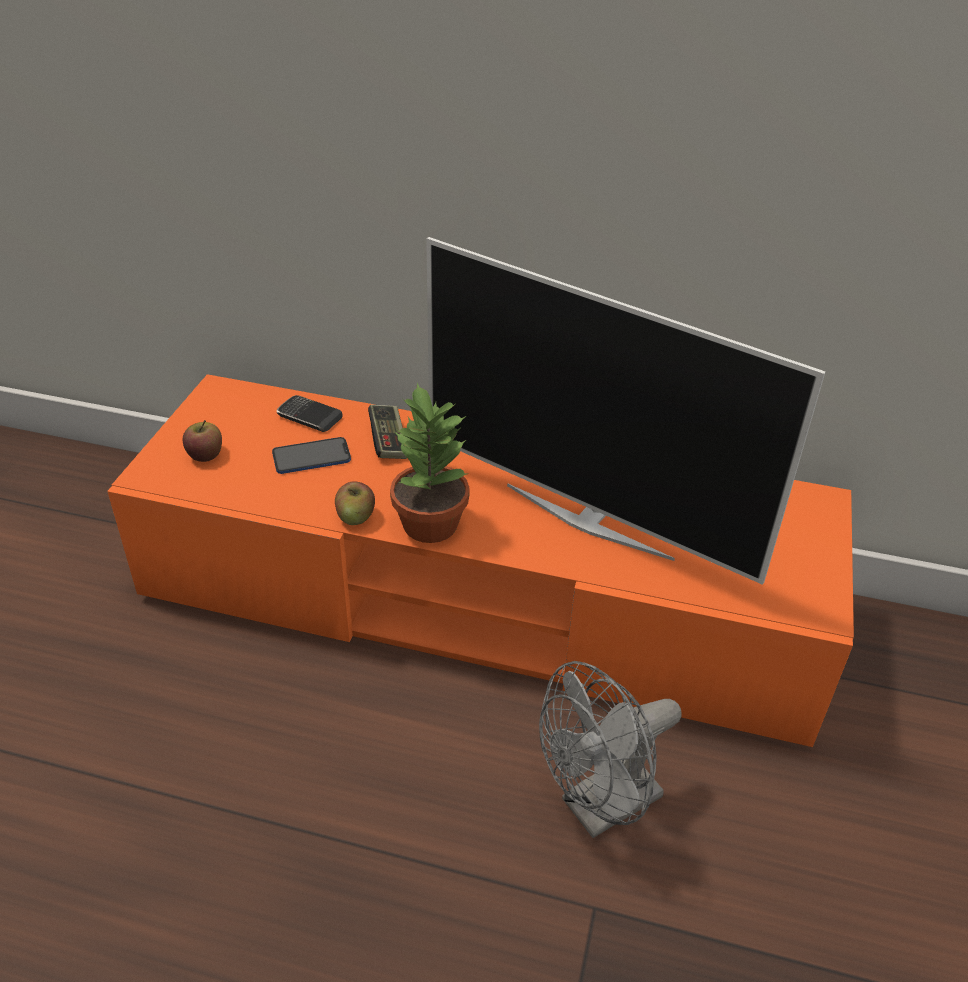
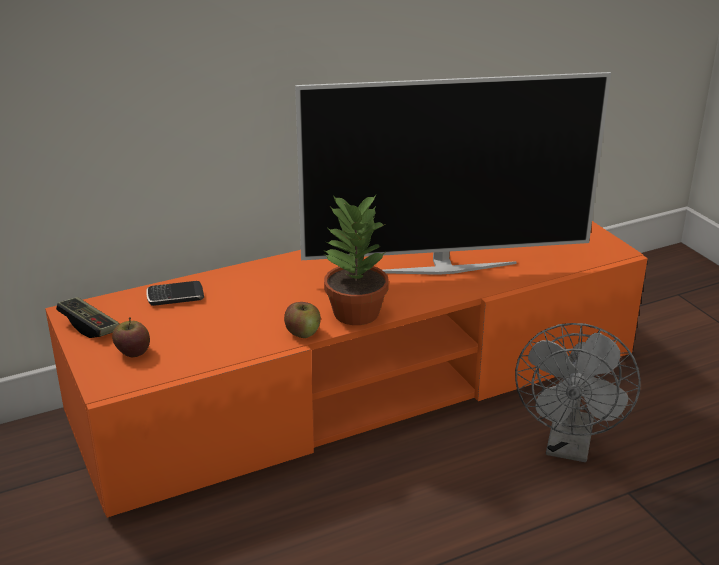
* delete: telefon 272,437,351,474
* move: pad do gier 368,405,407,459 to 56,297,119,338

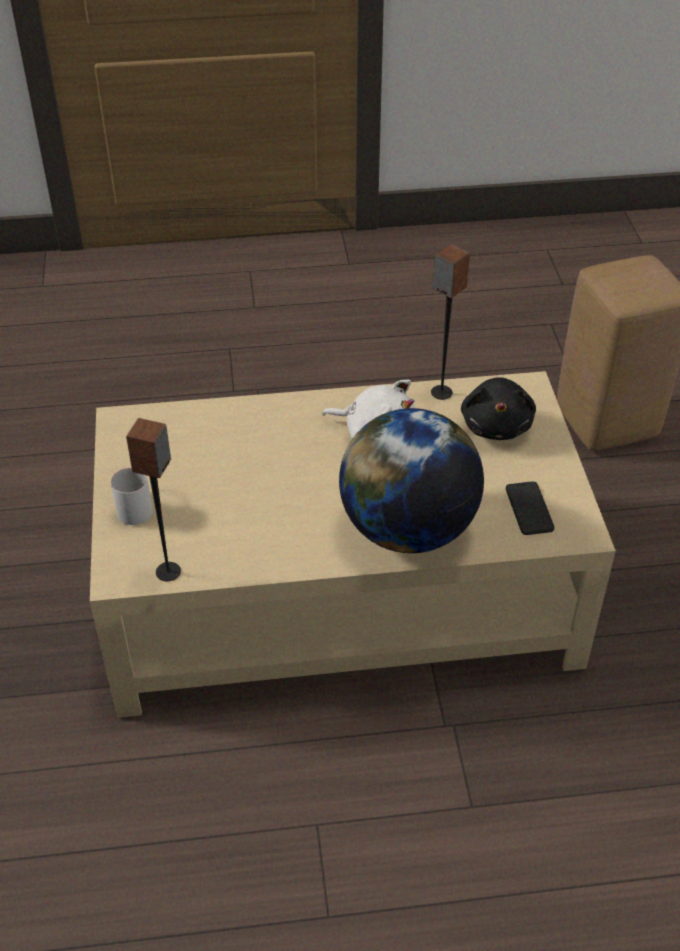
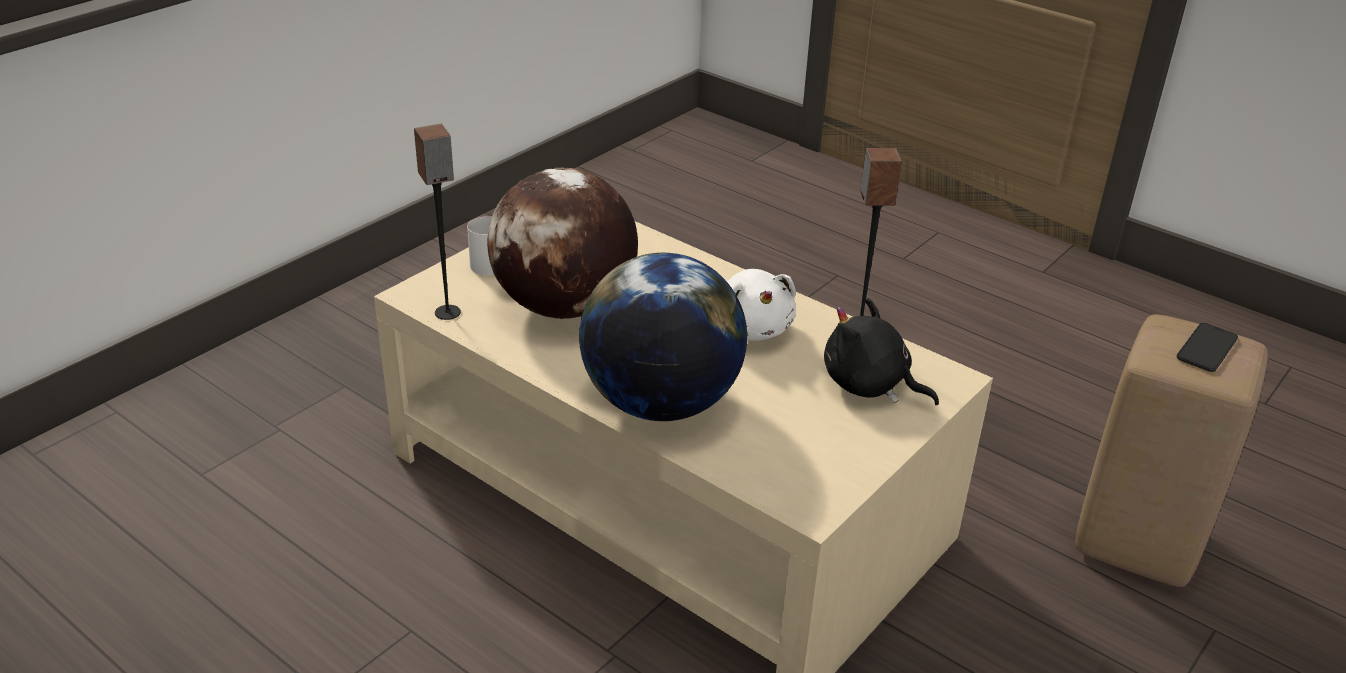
* insert: globus 487,167,638,319
* move: telefon 506,481,555,535 to 1176,323,1238,372
* rotate: pluszak/czarny 461,377,536,440 = 824,298,939,405 75 degrees clockwise

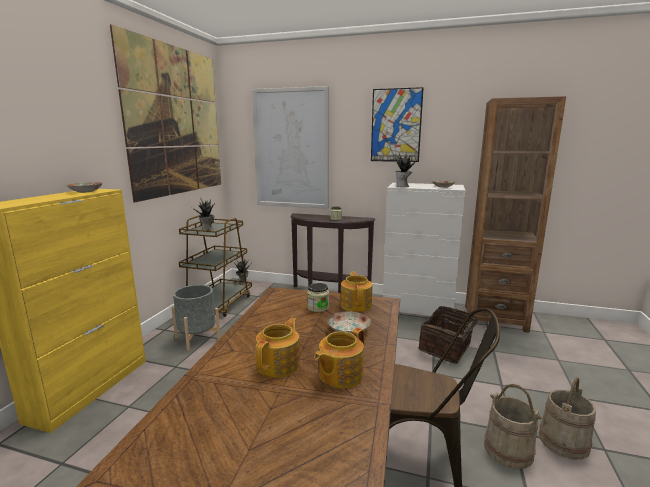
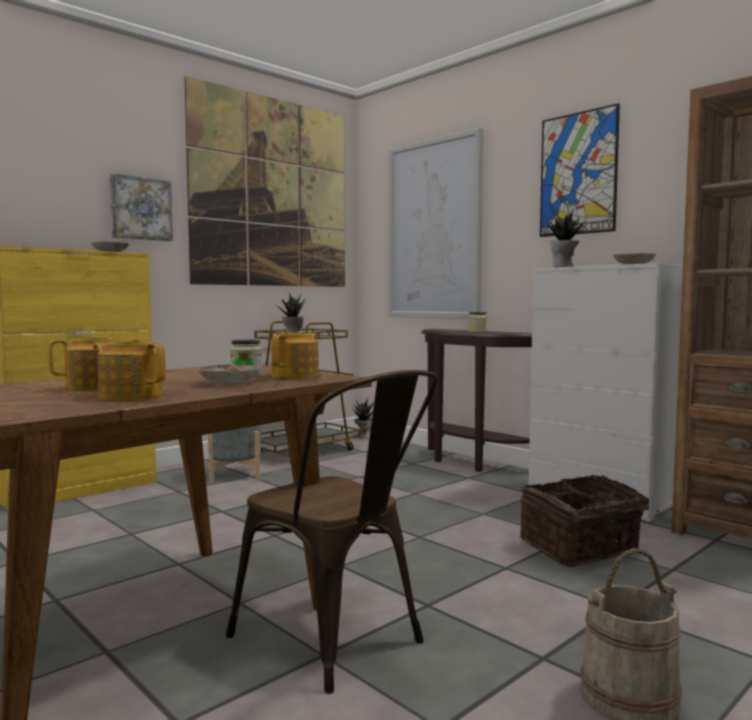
* delete: wiadro/beżowy 484,384,542,469
* insert: obraz 110,174,173,241
* rotate: imbryk 314,327,365,388 = 93,341,166,400 45 degrees clockwise

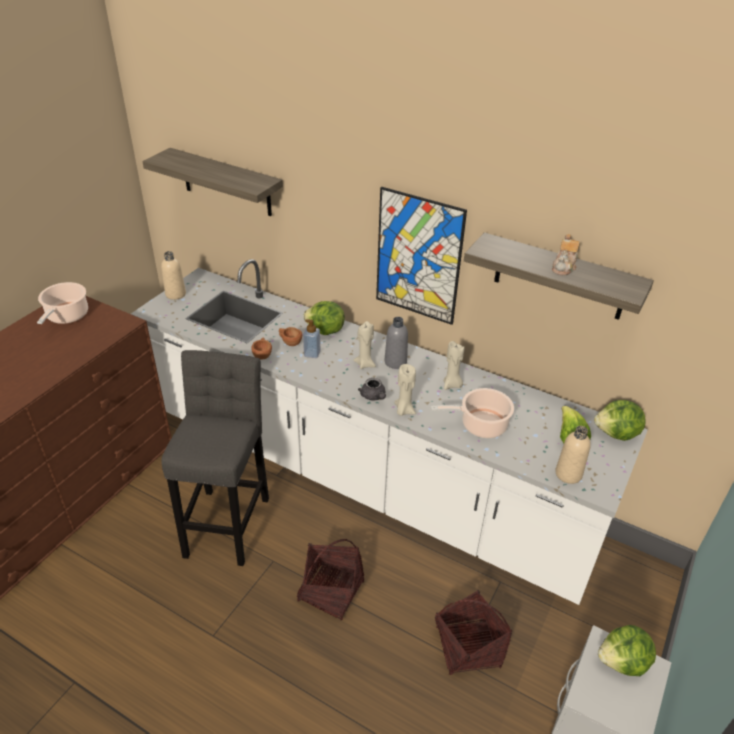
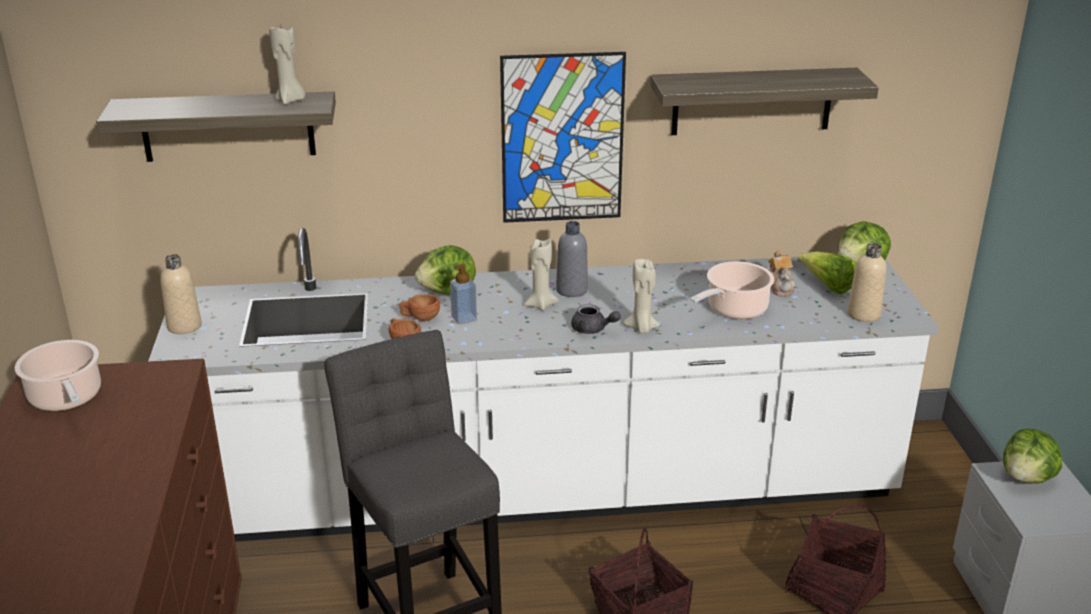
* move: świeca/beżowy 443,341,465,390 to 269,27,305,105
* move: imbryk 552,234,580,275 to 768,250,795,296

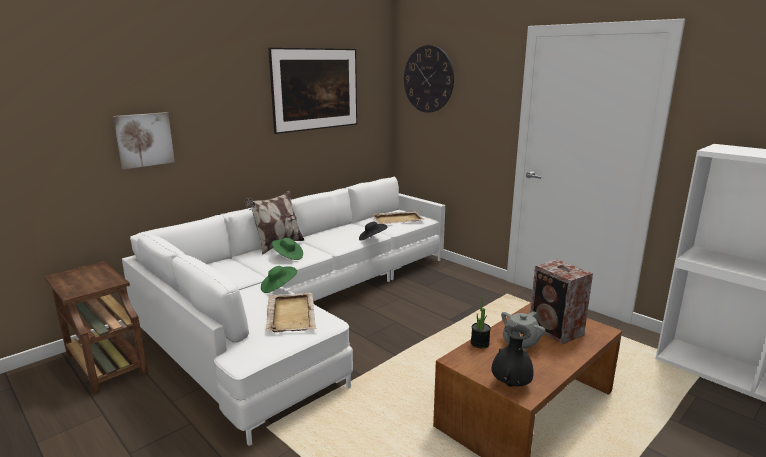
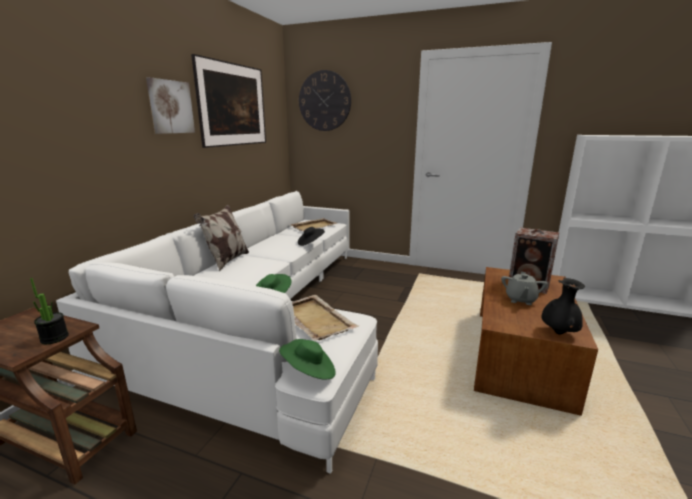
* move: obraz 113,112,175,169 to 146,77,195,134
* move: kapelusz/zielony 272,238,303,260 to 279,339,336,379
* move: roślina doniczkowa 471,296,491,348 to 30,278,69,344

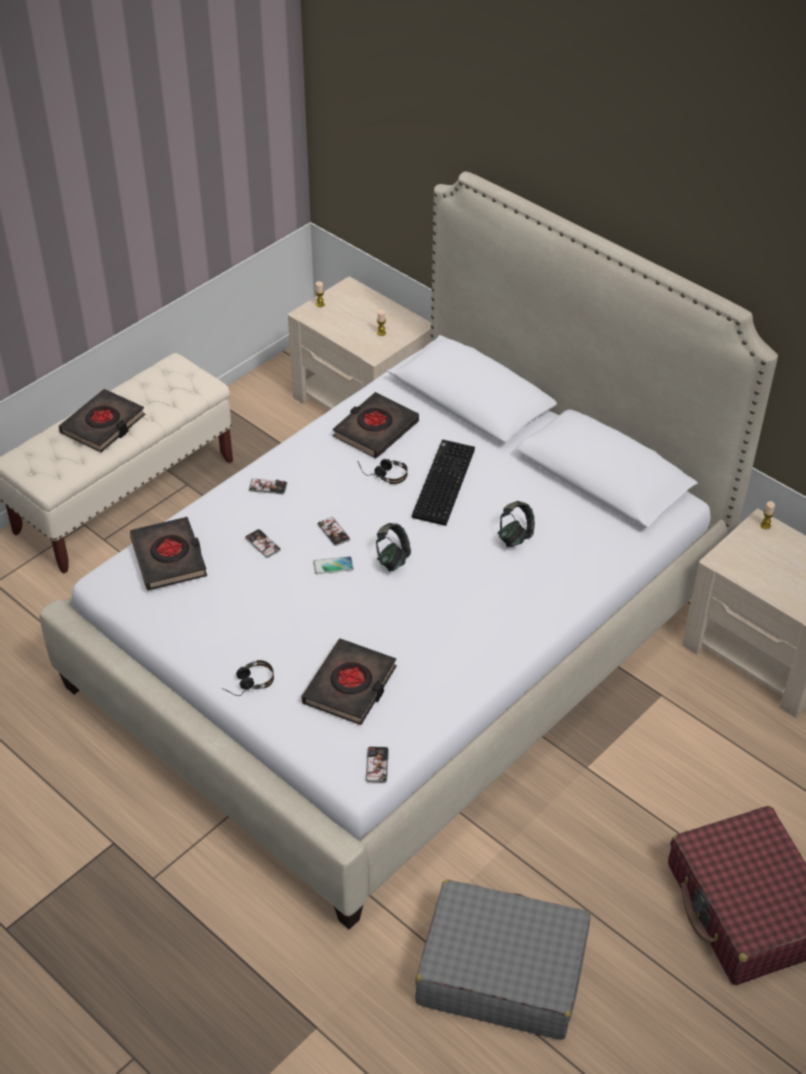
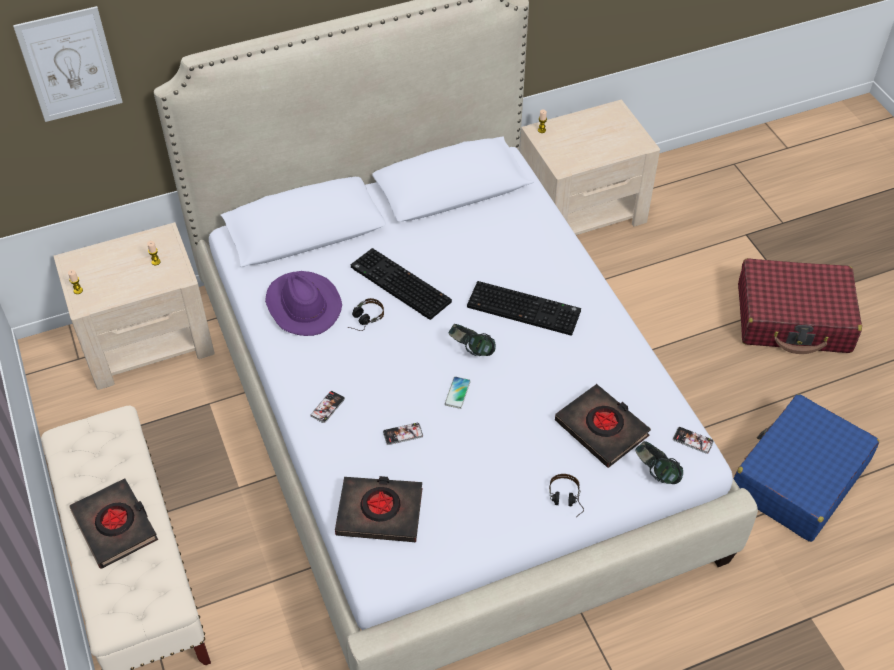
* delete: telefon 317,517,350,546
* insert: obraz 13,6,123,122
* insert: klawiatura 467,281,581,336
* move: słuchawki 498,501,535,547 to 636,441,683,484
* replace: książka/czarny 333,392,419,458 to kapelusz/fioletowy 265,271,342,336
* recolor: walizka/szary 415,880,590,1040 to walizka/niebieski 734,394,879,542

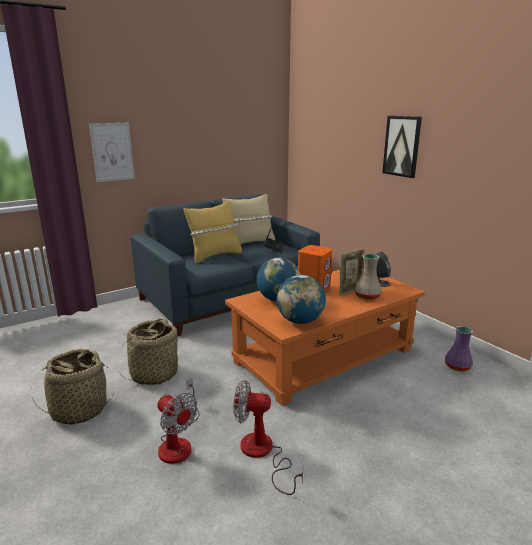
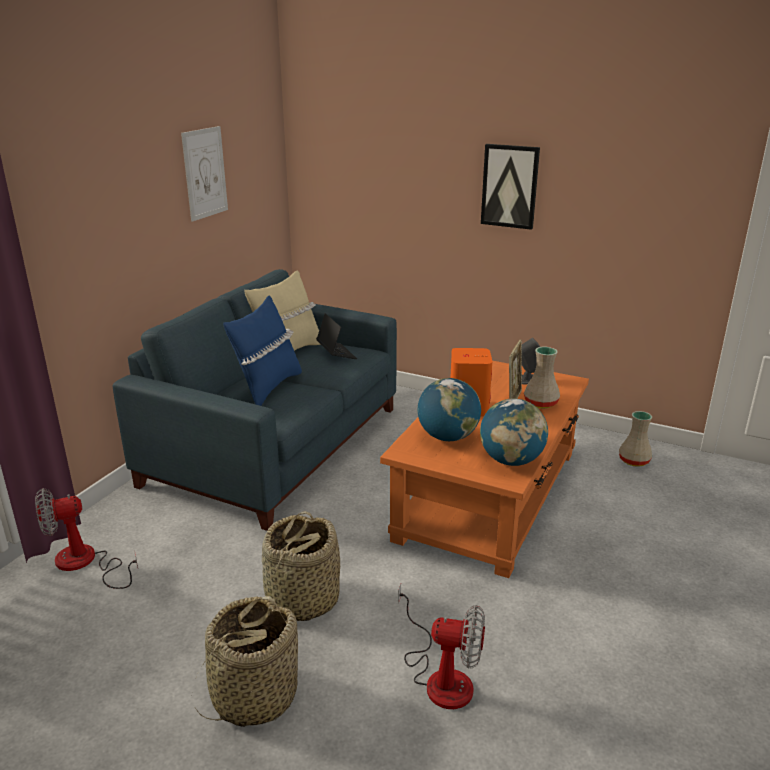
* move: obraz 89,123,135,182 to 181,126,228,221
* move: wentylator 234,380,303,495 to 35,488,138,589
* recolor: poduszka/żółty 183,201,242,264 to poduszka/niebieski 223,295,302,406
* recolor: wazon/fioletowy 445,326,473,372 to wazon/beżowy 619,411,652,467

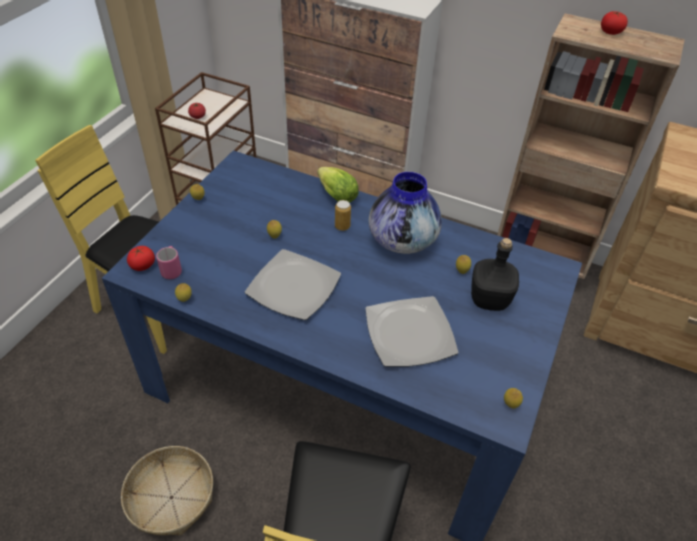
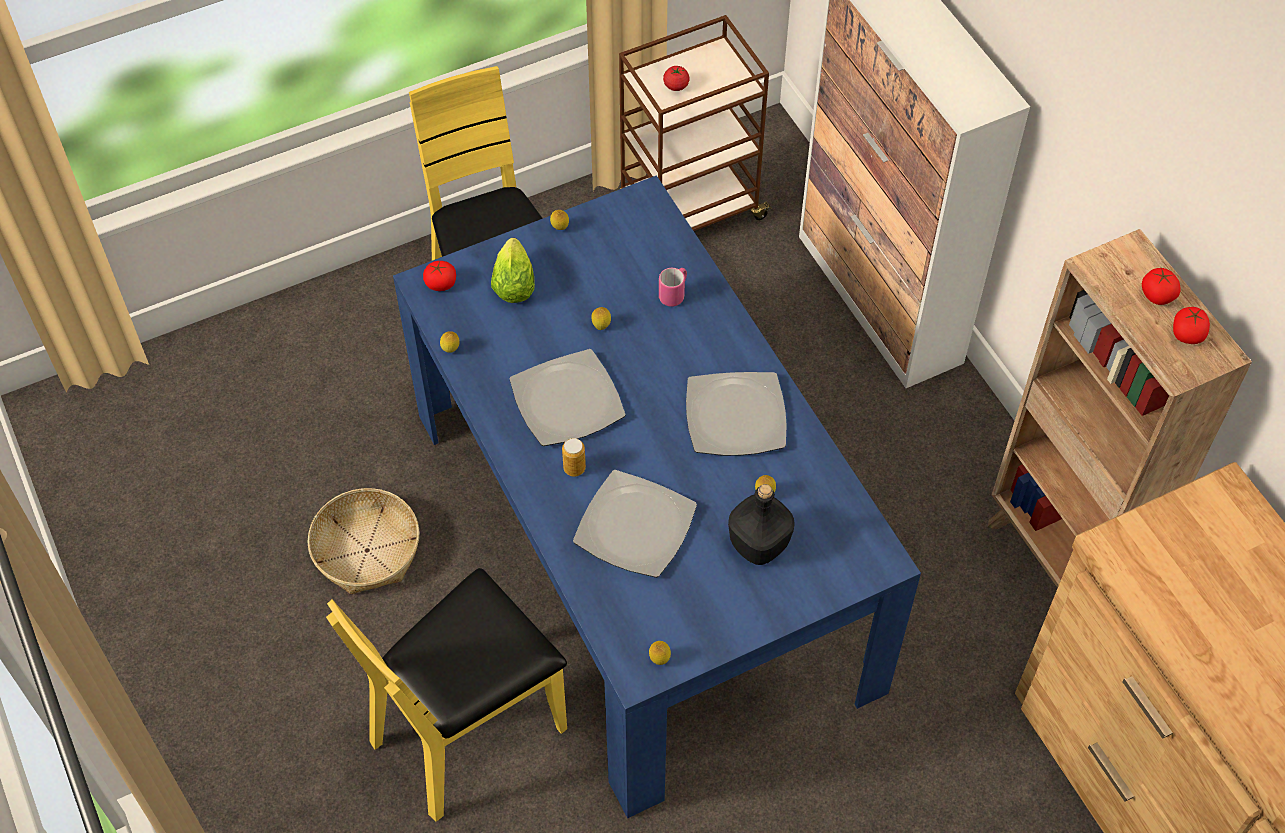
* insert: pomidor 1173,307,1210,344
* move: kubek/różowy 156,246,182,279 to 659,268,687,307
* move: sałata 317,167,359,203 to 491,238,535,303
* move: puszka 335,200,351,231 to 562,438,586,477
* replace: wazon 369,172,442,254 to talerz 686,372,787,456

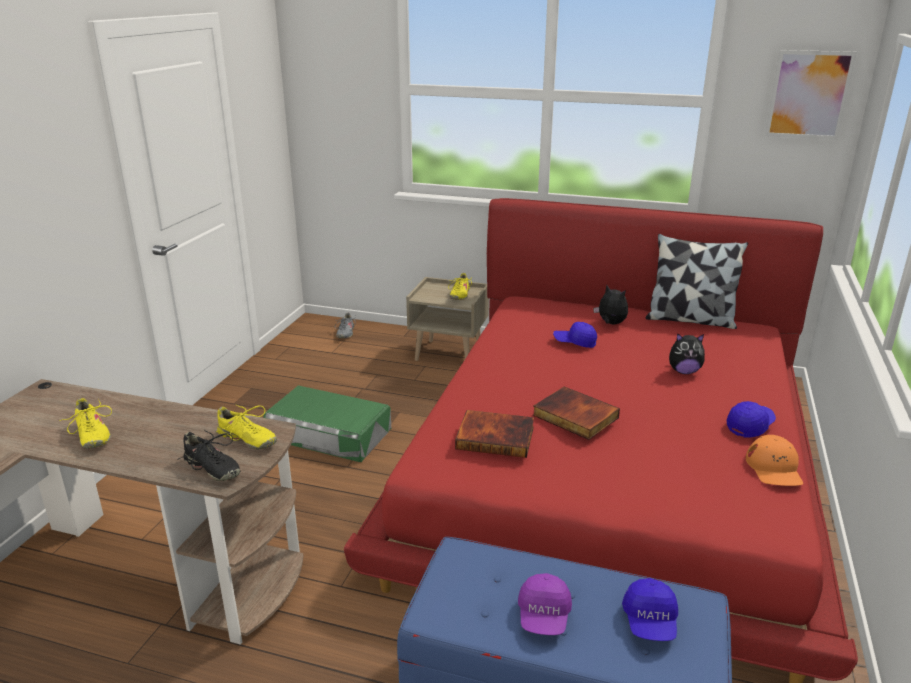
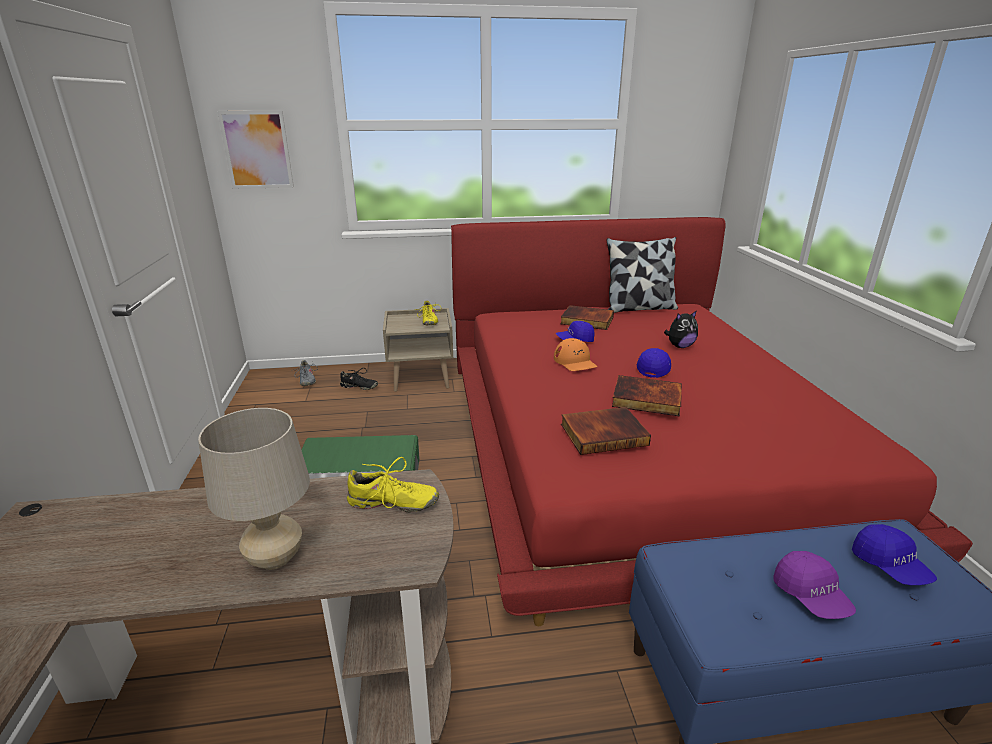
* delete: but/żółty 60,398,112,449
* insert: lampa stołowa/beżowy 198,408,310,570
* move: but/czarny 179,430,240,481 to 340,368,378,390
* move: czapka z daszkiem/niebieski 727,401,776,437 to 637,348,671,378
* move: czapka z daszkiem/pomarańczowy 746,435,803,486 to 554,338,597,371
* move: obraz 765,50,857,140 to 217,111,294,189
* replace: pluszak 593,285,628,324 to książka 560,305,614,330

